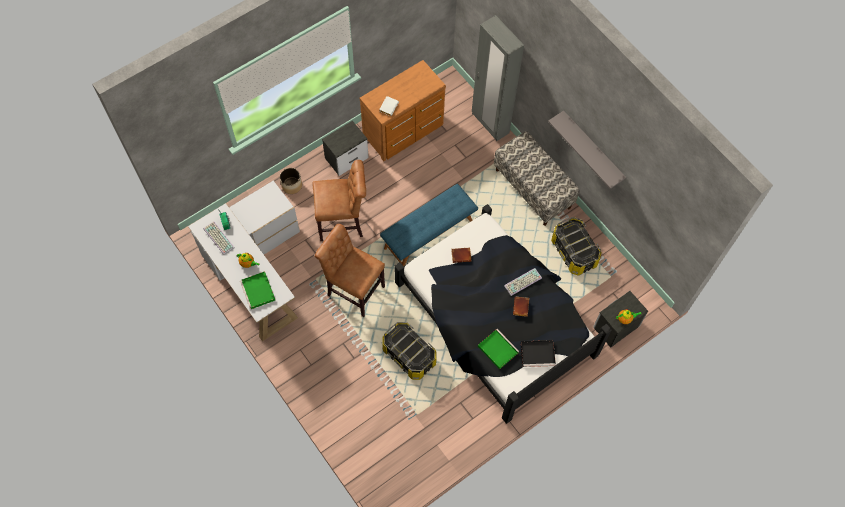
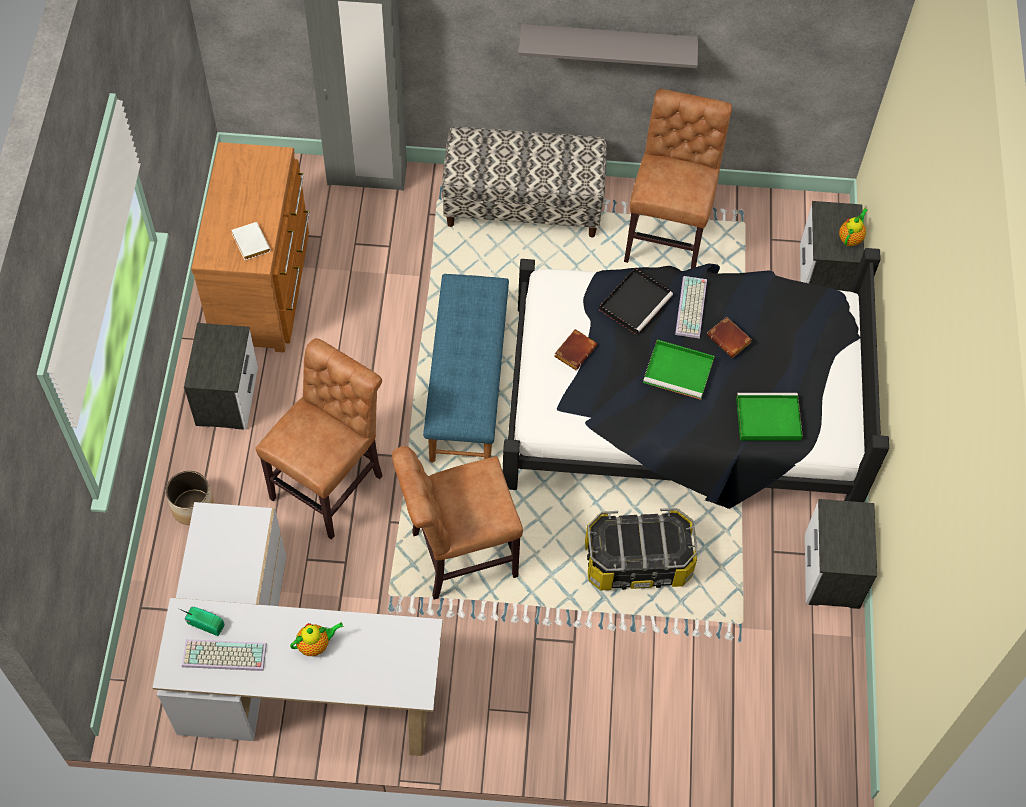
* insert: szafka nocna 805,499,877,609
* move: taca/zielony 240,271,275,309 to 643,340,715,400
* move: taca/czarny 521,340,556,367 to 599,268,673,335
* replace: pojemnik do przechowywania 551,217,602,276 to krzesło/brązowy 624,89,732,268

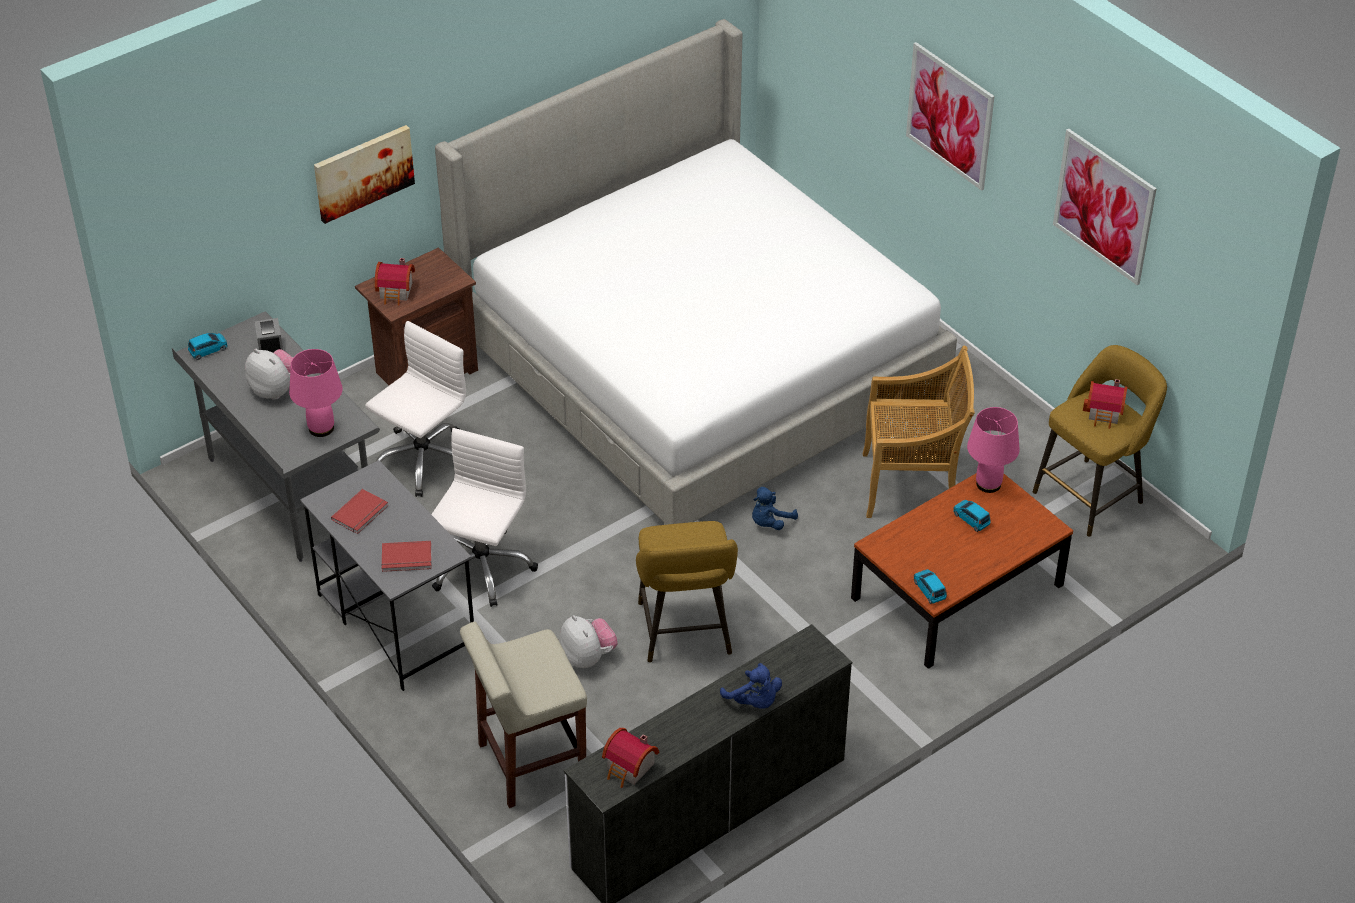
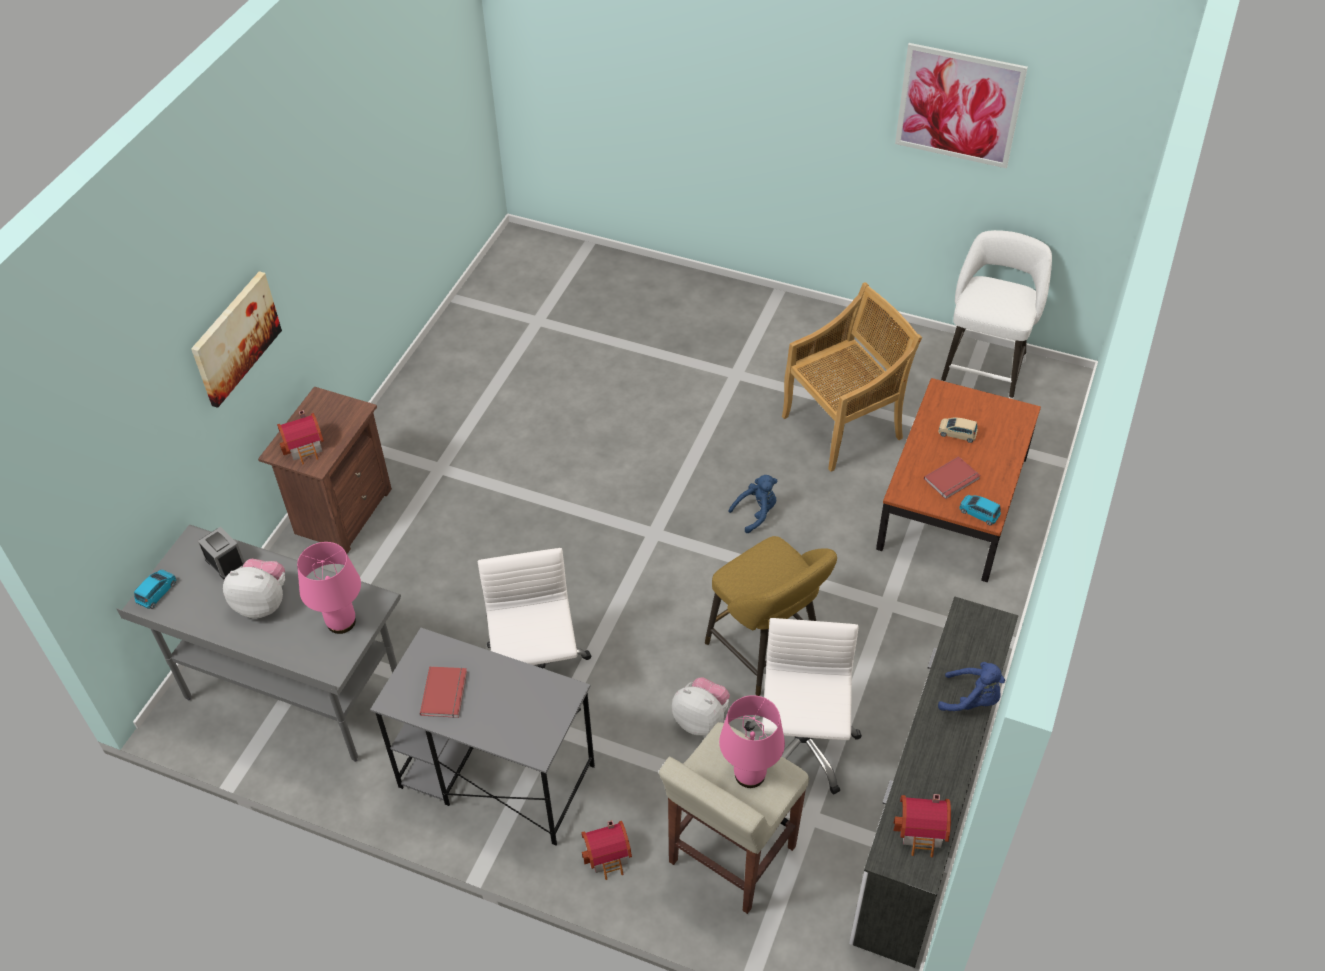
* delete: łóżko 435,19,957,525
* delete: obraz 906,42,994,191
* move: krzesło biurowe/biały 365,321,466,497 to 744,618,862,795
* move: książka/czerwony 381,541,432,572 to 924,456,981,499
* move: lampa stołowa/różowy 967,407,1020,493 to 719,695,785,788
* move: domek 1083,379,1127,429 to 581,820,632,880
* recolor: samochodzik/niebieski 953,500,991,532 to samochodzik/beżowy 938,417,978,443
* recolor: stołek/żółty 1033,345,1167,537 to stołek/biały 941,230,1052,399
* rotate: pluszak/niebieski 752,487,798,530 = 728,475,778,533 135 degrees counterclockwise

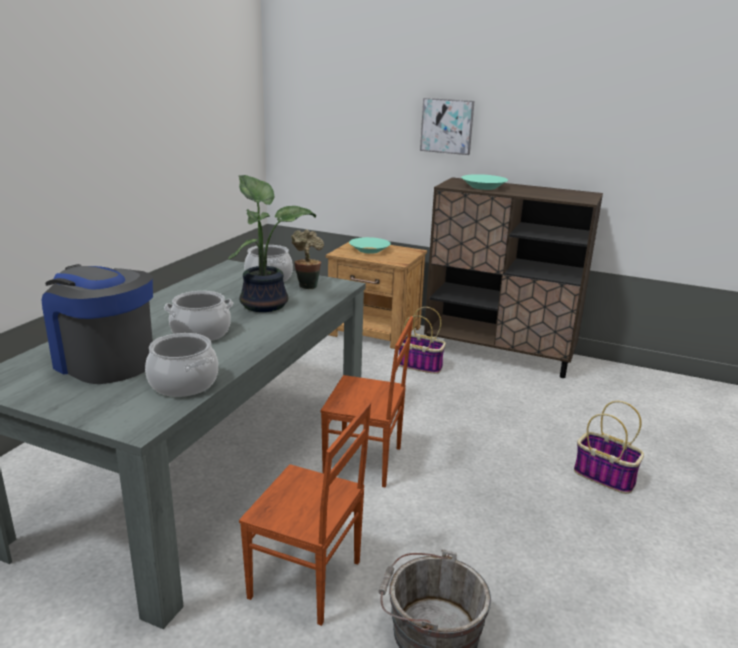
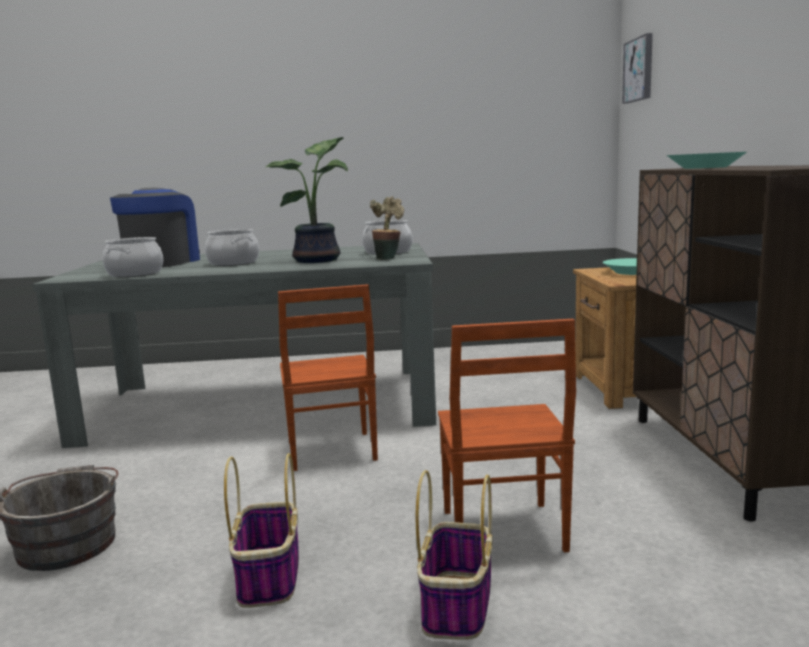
* move: krzesło/brązowy 239,402,371,626 to 438,319,576,552
* move: koszyk 399,307,446,374 to 224,453,299,608
* move: obraz 420,98,474,155 to 622,33,653,104

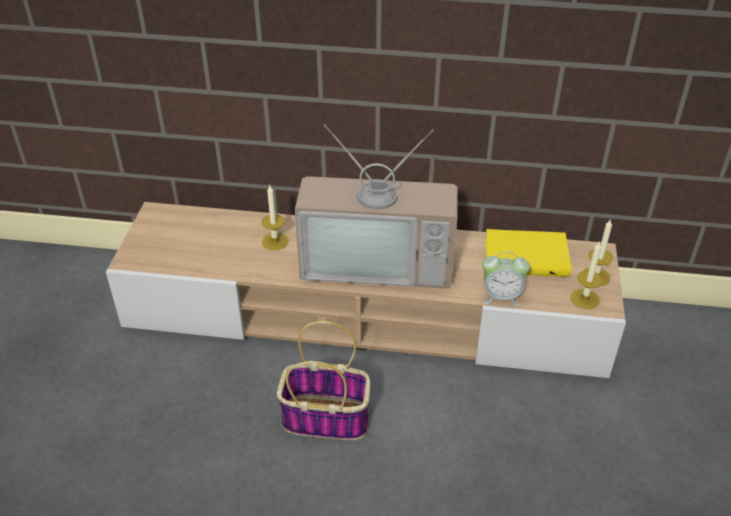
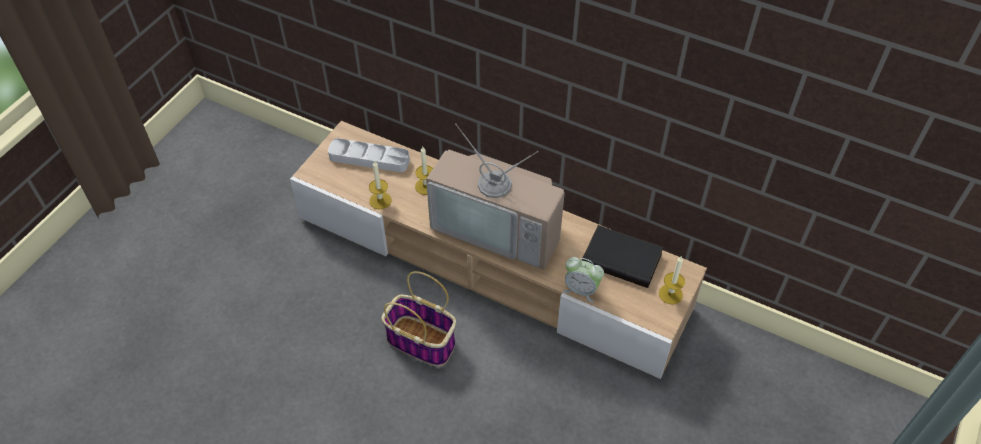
* insert: taca/szary 328,138,410,172
* move: świeca 571,242,603,309 to 369,160,392,209
* recolor: książka/żółty 485,229,572,277 to książka/czarny 582,225,664,288

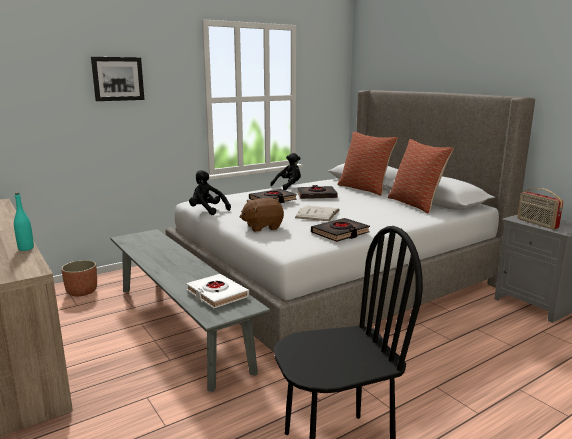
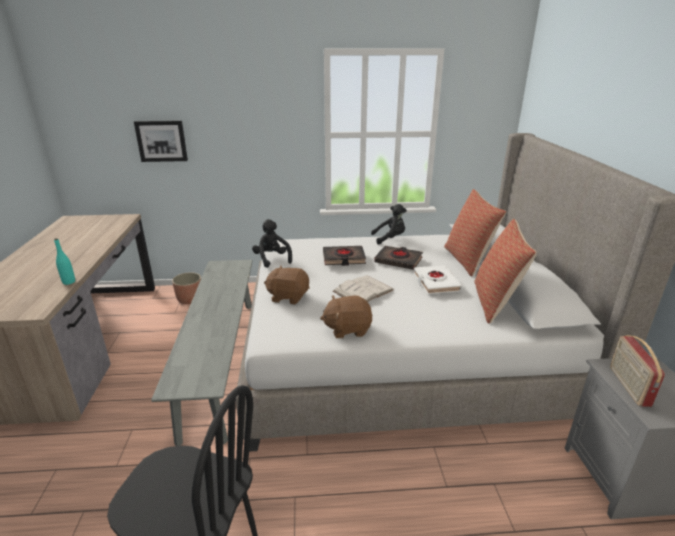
* move: obraz 91,57,144,101 to 134,120,188,162
* move: książka/biały 186,274,249,308 to 413,265,462,294
* replace: książka/czarny 311,218,370,242 to pluszak/brązowy 320,295,373,338

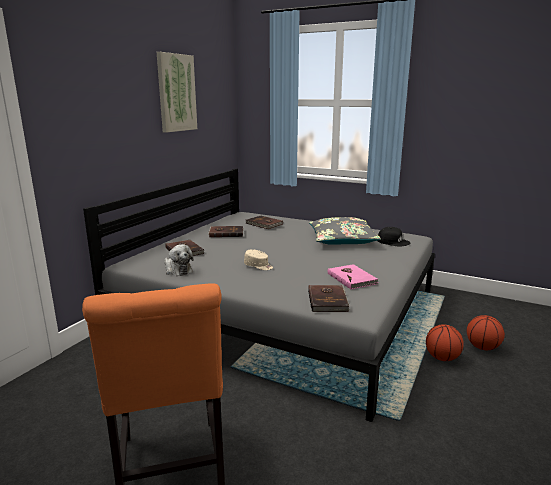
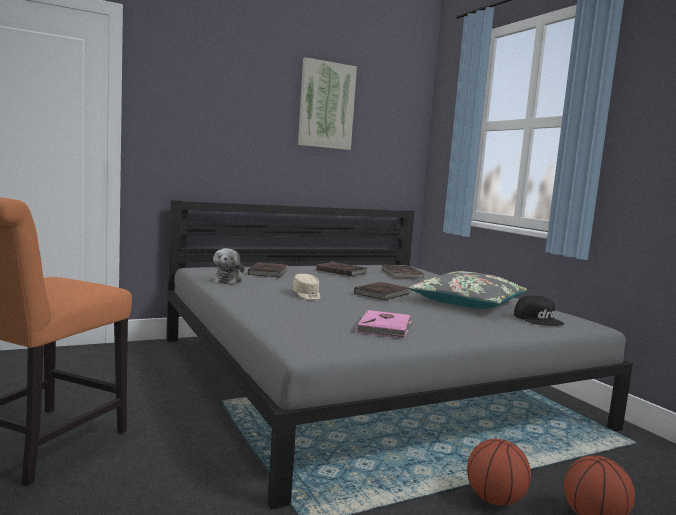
* move: książka/brązowy 308,285,350,312 to 354,282,412,300

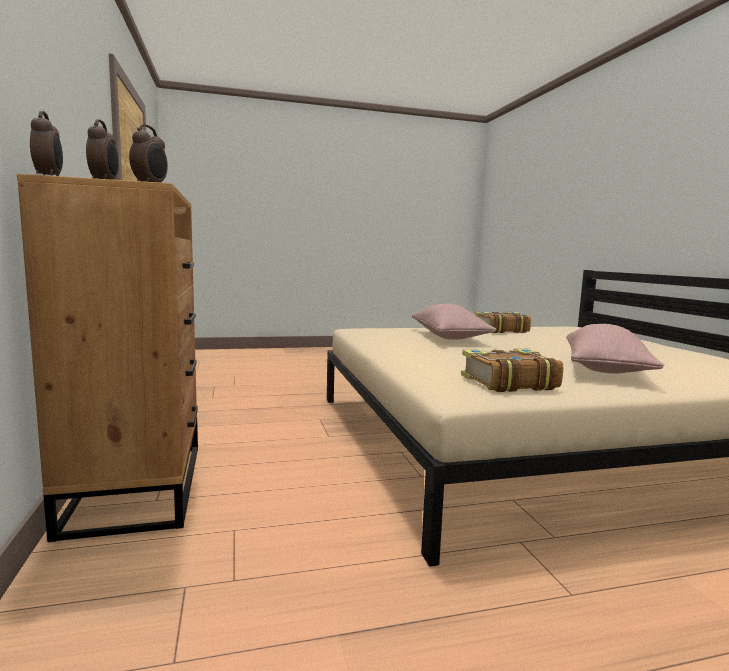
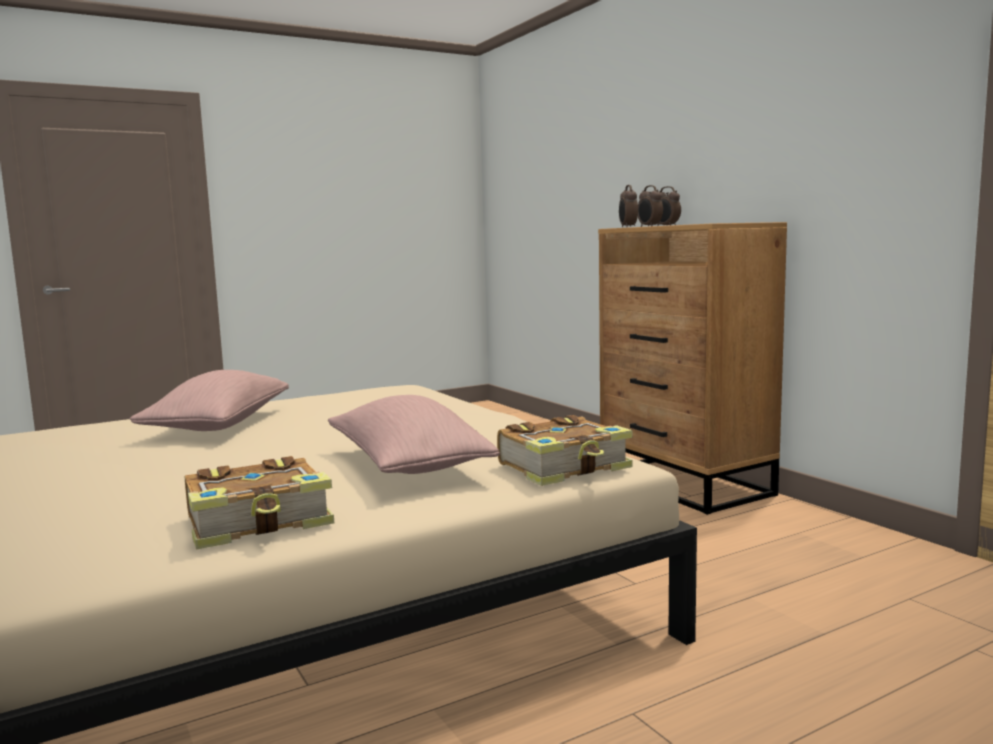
* move: książka 461,349,563,392 to 497,415,632,486

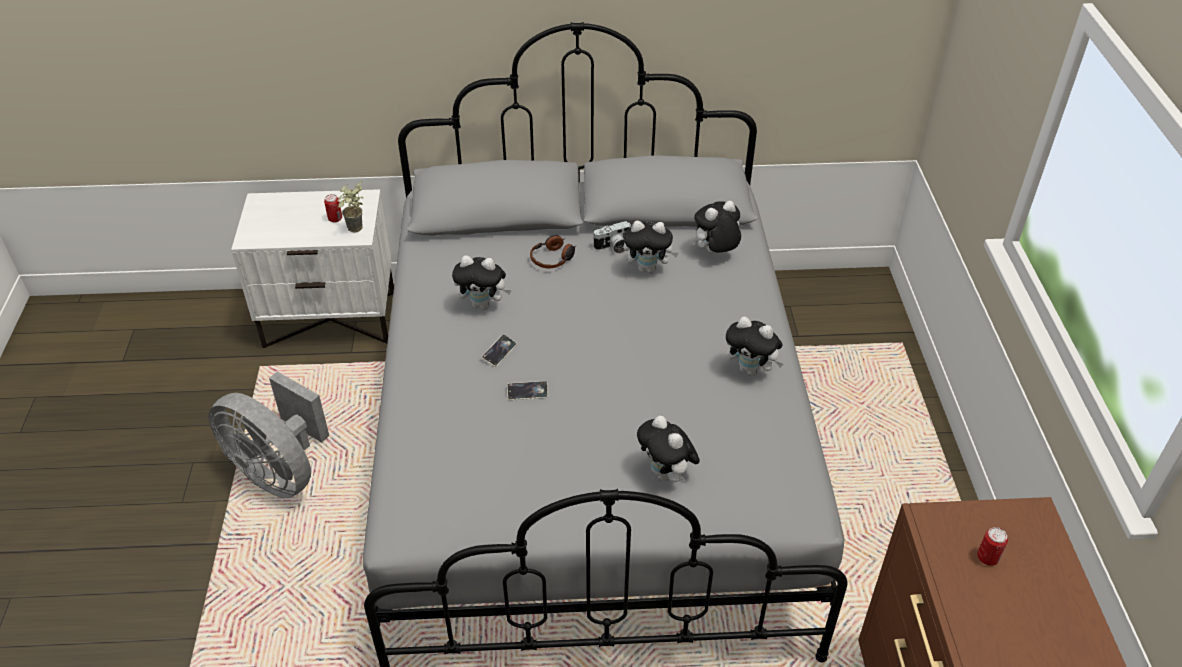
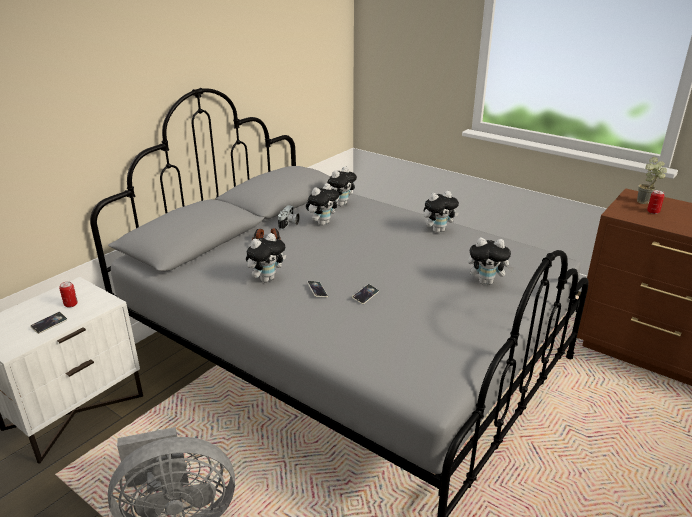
* insert: telefon 30,312,68,334
* move: roślina doniczkowa 338,181,364,233 to 637,157,667,204
* rotate: pluszak 692,201,741,254 = 327,166,357,206 150 degrees counterclockwise

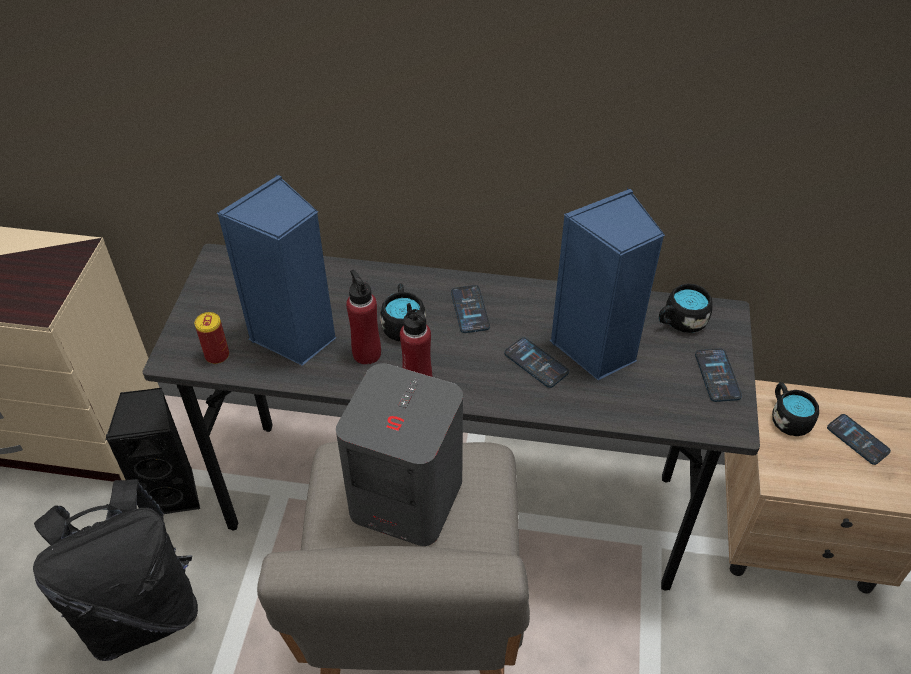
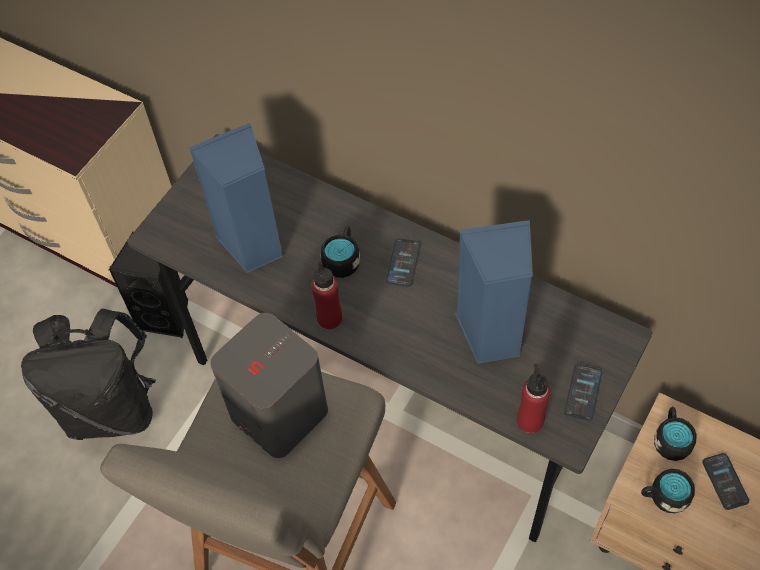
* delete: puszka 195,312,229,364
* delete: telefon 504,337,569,388
* move: butelka/czerwony 346,270,381,365 to 517,364,551,433
* move: kubek/czarny 659,283,713,333 to 641,469,695,513

